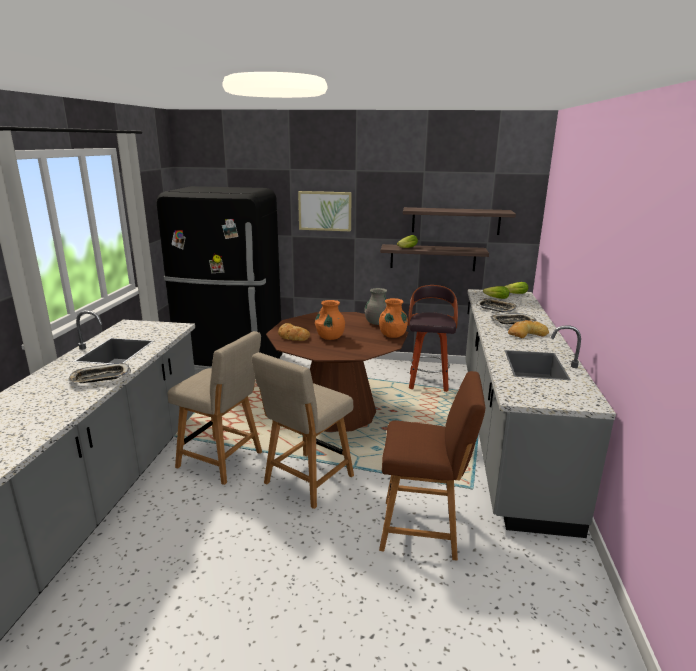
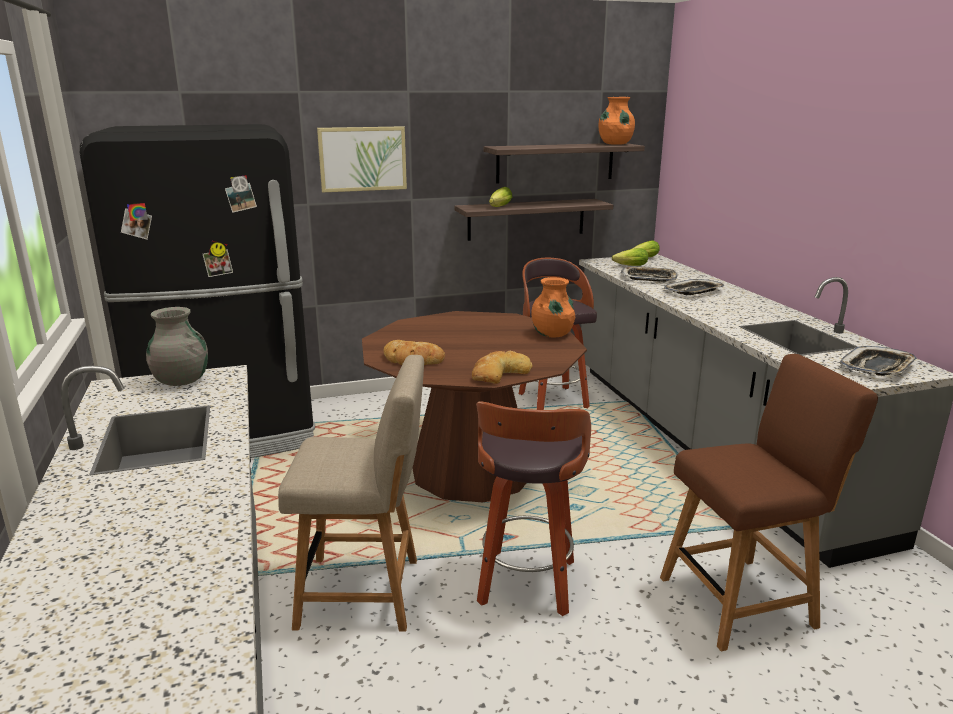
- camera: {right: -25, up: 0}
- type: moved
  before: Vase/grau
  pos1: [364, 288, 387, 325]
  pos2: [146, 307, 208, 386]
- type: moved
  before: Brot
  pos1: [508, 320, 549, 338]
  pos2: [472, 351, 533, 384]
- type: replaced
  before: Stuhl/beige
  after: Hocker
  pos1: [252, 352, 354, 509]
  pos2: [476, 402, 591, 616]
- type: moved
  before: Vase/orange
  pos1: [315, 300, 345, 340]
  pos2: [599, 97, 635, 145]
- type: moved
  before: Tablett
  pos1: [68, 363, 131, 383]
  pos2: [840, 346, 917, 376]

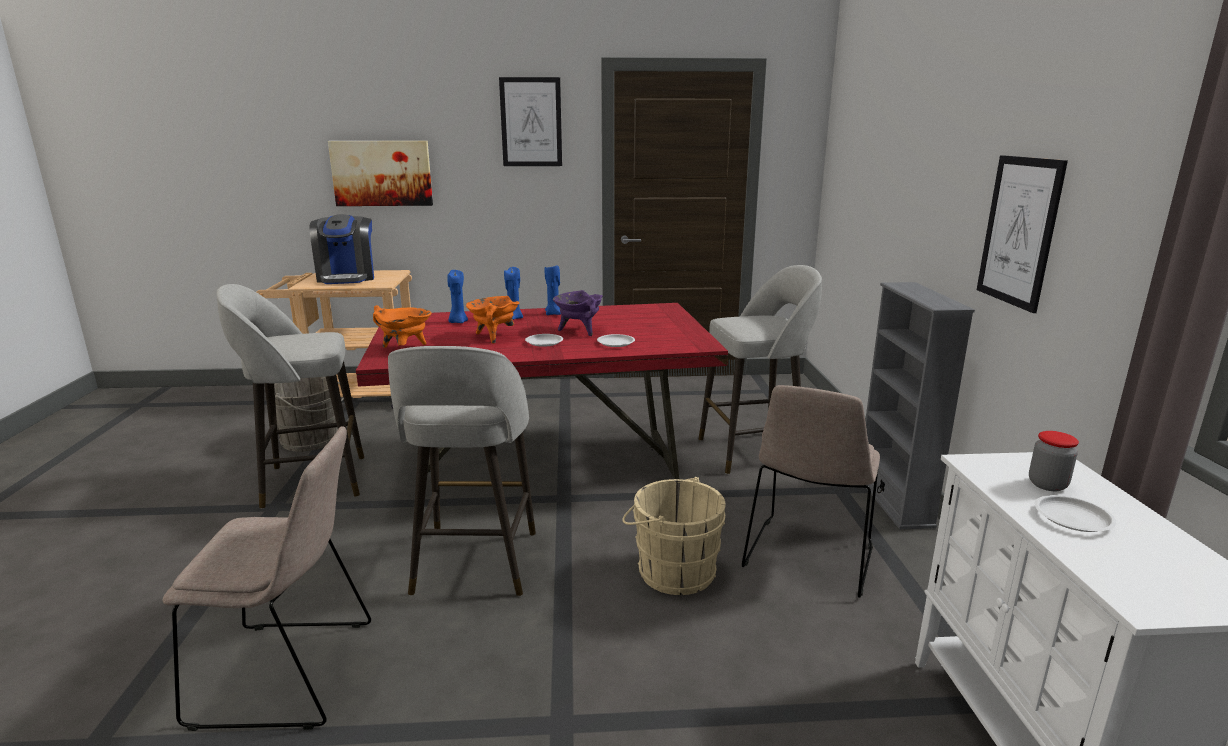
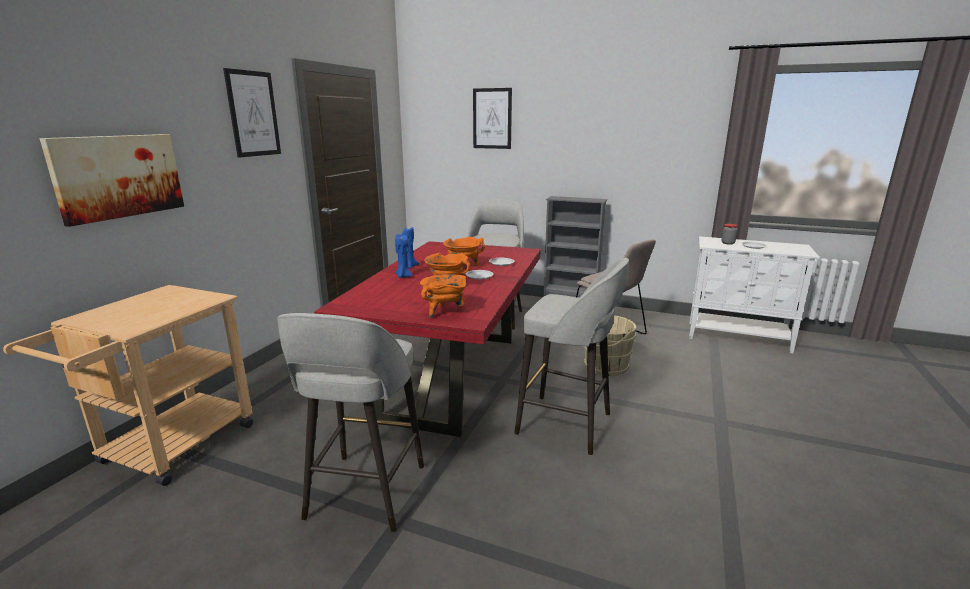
- camera: {right: -65, up: 0}
- type: recoloured
  before: Kochtopf/lila
  after: Kochtopf/orange
  pos1: [553, 290, 603, 336]
  pos2: [443, 237, 485, 266]
- type: moved
  before: Bild
  pos1: [977, 155, 1068, 313]
  pos2: [473, 88, 512, 149]
- type: removed
  before: Stuhl/beige
  pos1: [162, 426, 371, 731]
- type: removed
  before: Eimer/grau
  pos1: [274, 377, 344, 452]
- type: removed
  before: Kaffeemaschine
  pos1: [310, 214, 374, 284]
- type: removed
  before: Kerze/blau
  pos1: [447, 270, 468, 323]

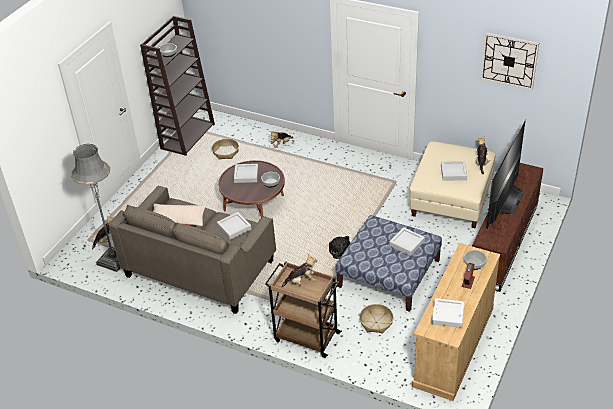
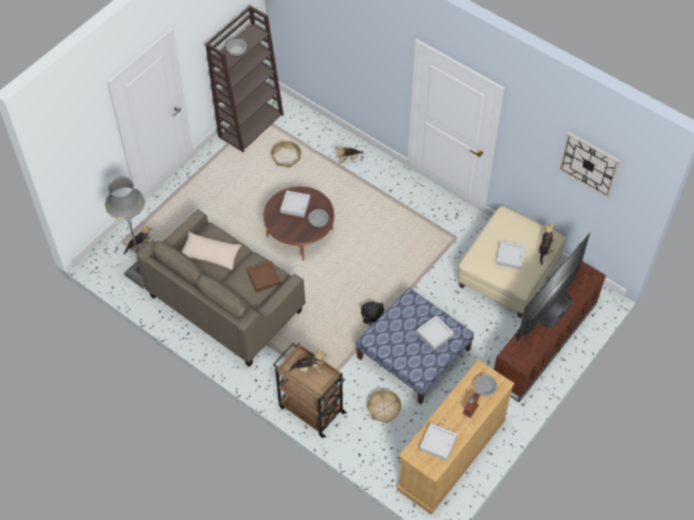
- camera: {right: 10, up: 15}
- type: recoloured
  before: Tablett/grau
  after: Tablett/braun
  pos1: [217, 212, 251, 240]
  pos2: [247, 261, 281, 292]

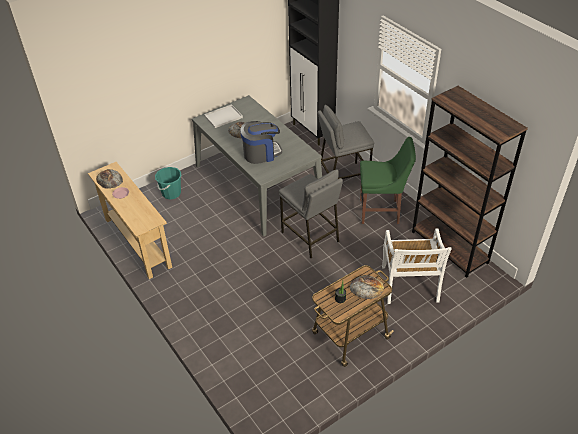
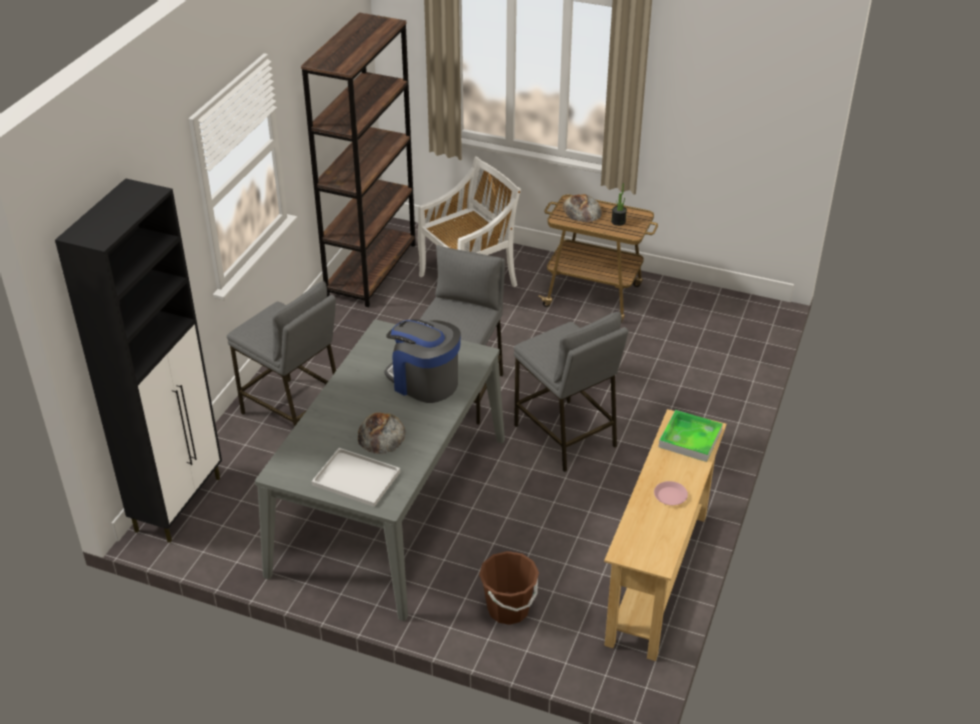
- camera: {right: -125, up: -5}
- type: recoloured
  before: Eimer/türkis
  after: Eimer/braun
  pos1: [155, 167, 182, 199]
  pos2: [479, 551, 539, 625]
- type: added
  after: Hocker/grau
  pos2: [514, 312, 628, 472]
- type: added
  after: Tablett
  pos2: [659, 410, 723, 462]
- type: removed
  before: Brot
  pos1: [96, 169, 123, 189]
- type: removed
  before: Stuhl/grün
  pos1: [360, 137, 416, 224]

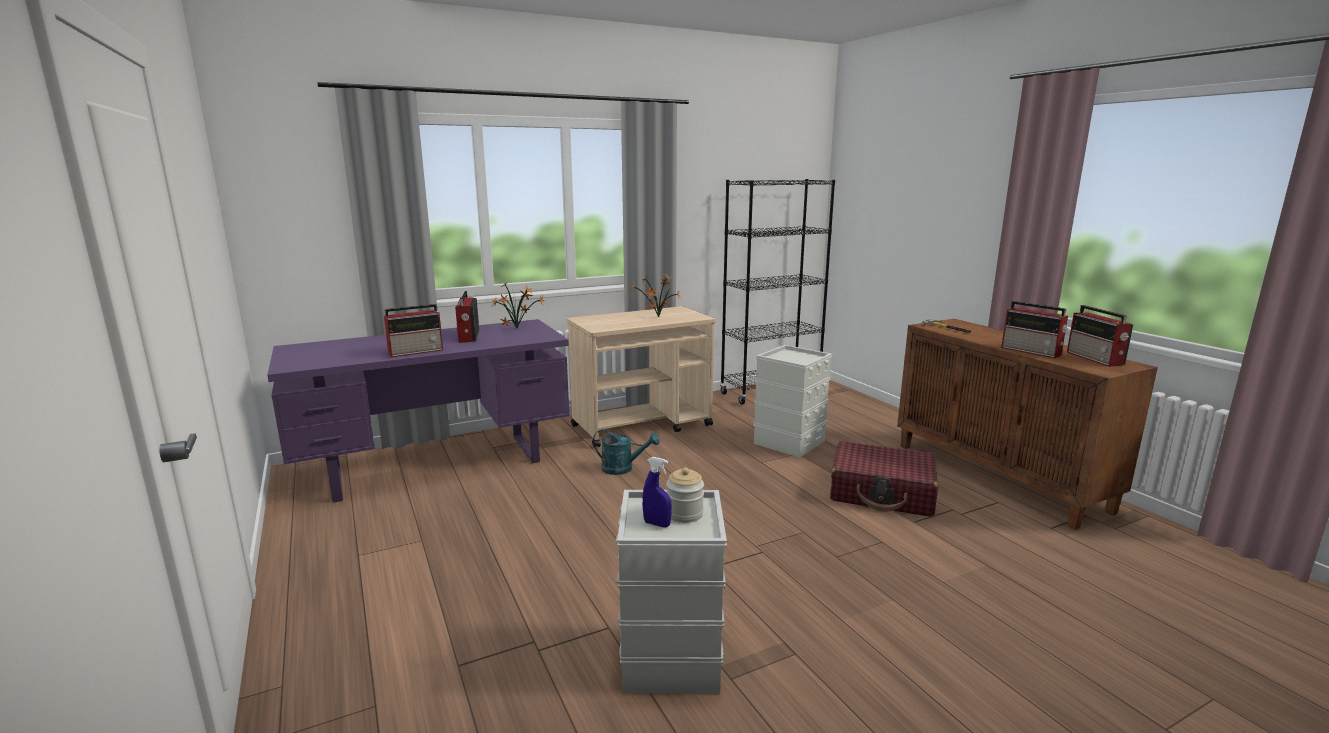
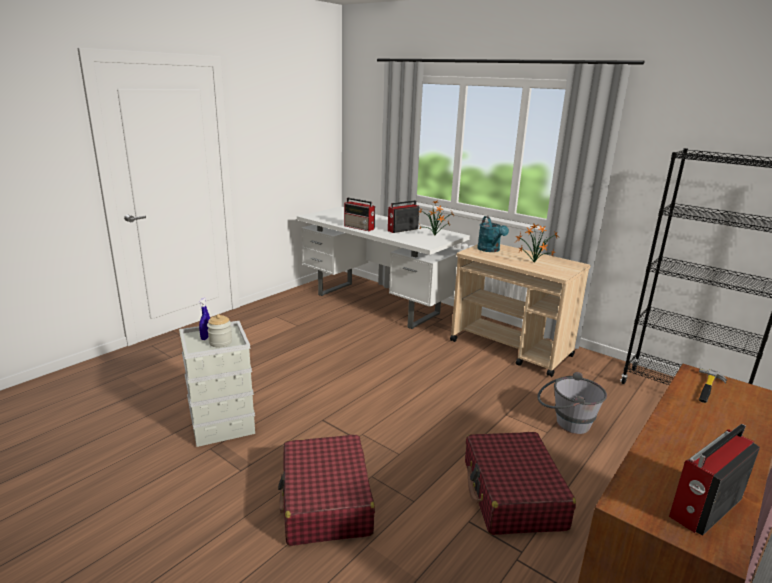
- camera: {right: 65, up: 5}
- type: added
  after: Koffer/rot
  pos2: [278, 435, 375, 546]
- type: recoloured
  before: Schreibtisch/lila
  after: Schreibtisch/weiß
  pos1: [267, 319, 570, 503]
  pos2: [297, 206, 470, 329]
- type: moved
  before: Gießkanne/türkis
  pos1: [593, 429, 660, 475]
  pos2: [477, 216, 509, 252]
- type: replaced
  before: Aufbewahrungsbox/grau
  after: Eimer/grau
  pos1: [753, 345, 833, 458]
  pos2: [537, 372, 607, 434]
- type: removed
  before: Radio
  pos1: [1001, 301, 1068, 358]

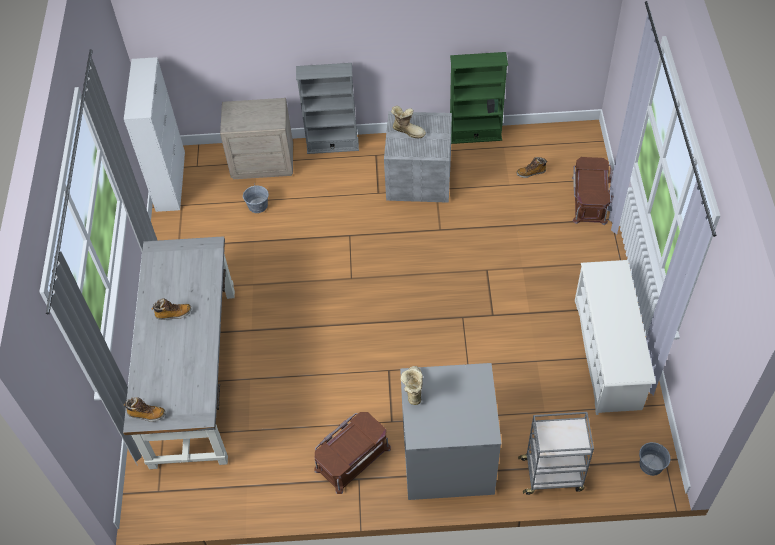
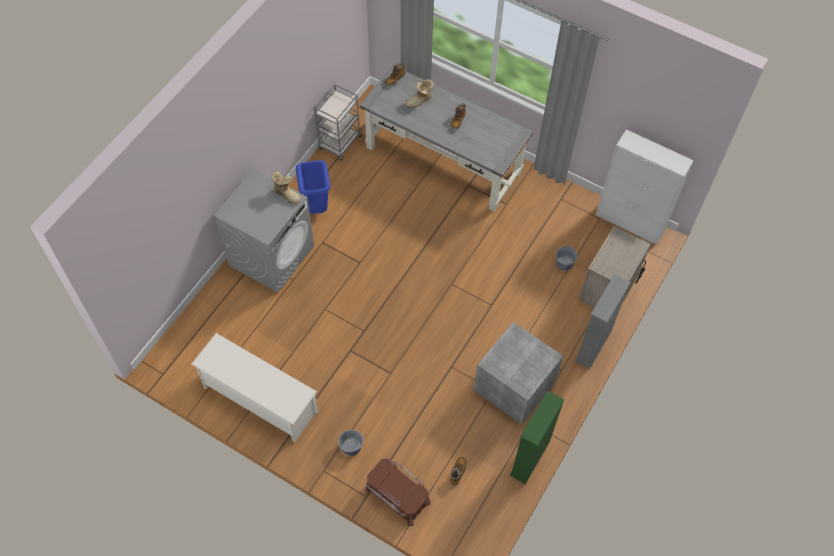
- camera: {right: 120, up: 5}
- type: replaced
  before: Aufbewahrungsbox/braun
  after: Mülleimer/blau
  pos1: [314, 412, 391, 494]
  pos2: [296, 160, 330, 214]
- type: moved
  before: Rollwagen/grau
  pos1: [518, 412, 594, 495]
  pos2: [314, 84, 363, 161]
- type: moved
  before: Eimer/grau
  pos1: [639, 442, 671, 476]
  pos2: [338, 430, 363, 456]
- type: moved
  before: Stiefel
  pos1: [391, 106, 426, 139]
  pos2: [405, 79, 434, 108]

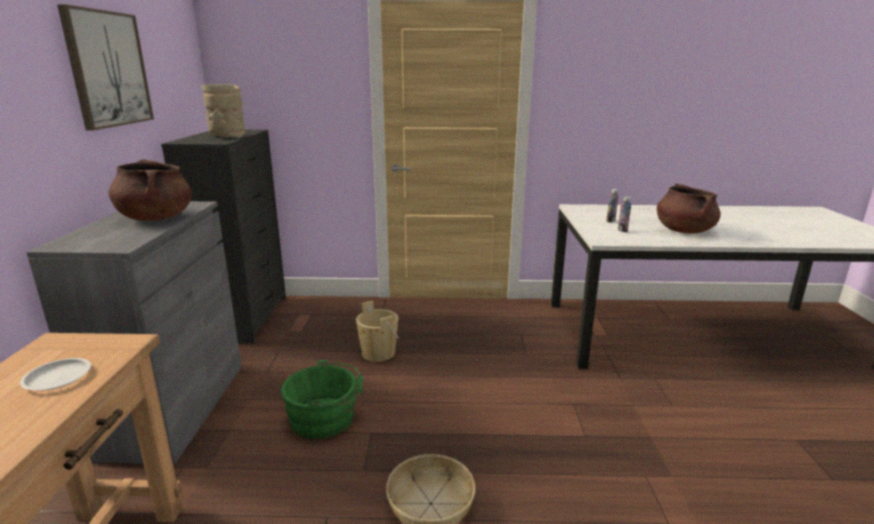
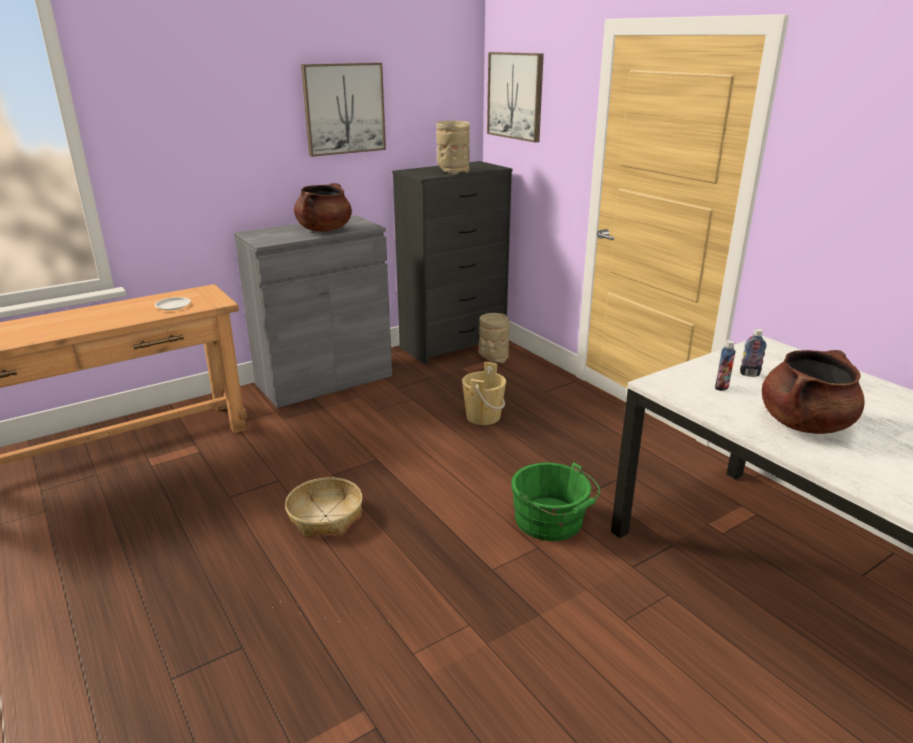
- camera: {right: 55, up: 5}
- type: added
  after: Vase/beige
  pos2: [479, 313, 510, 363]
- type: added
  after: Bild
  pos2: [487, 52, 544, 142]
- type: moved
  before: Eimer/grün
  pos1: [281, 360, 363, 439]
  pos2: [511, 462, 600, 541]

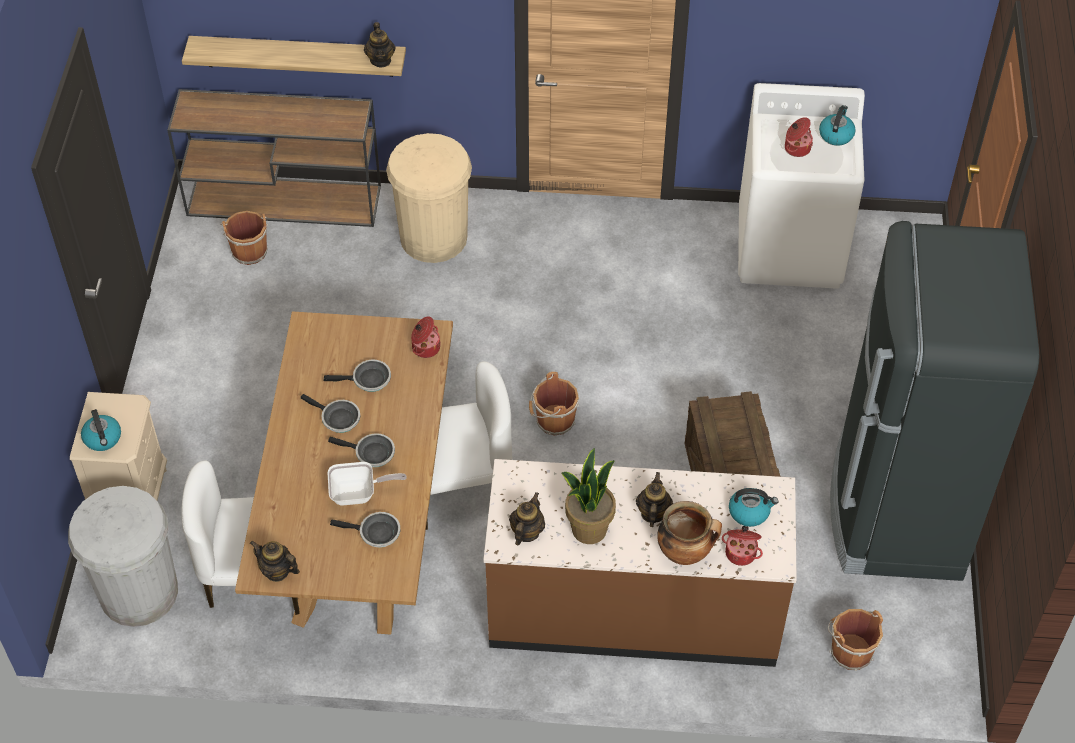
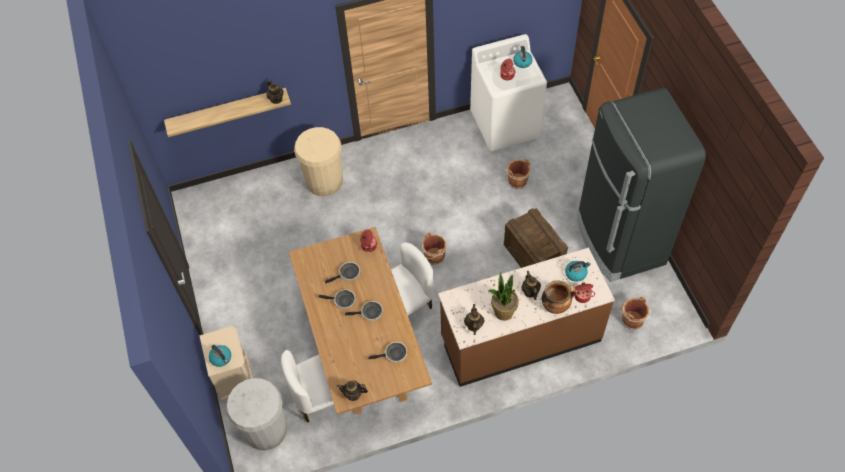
- camera: {right: -20, up: 5}
- type: moved
  before: Eimer/braun
  pos1: [220, 211, 268, 265]
  pos2: [505, 159, 531, 189]
- type: removed
  before: Konsolentisch/braun
  pos1: [167, 89, 381, 227]
- type: removed
  before: Pfanne
  pos1: [328, 462, 407, 506]

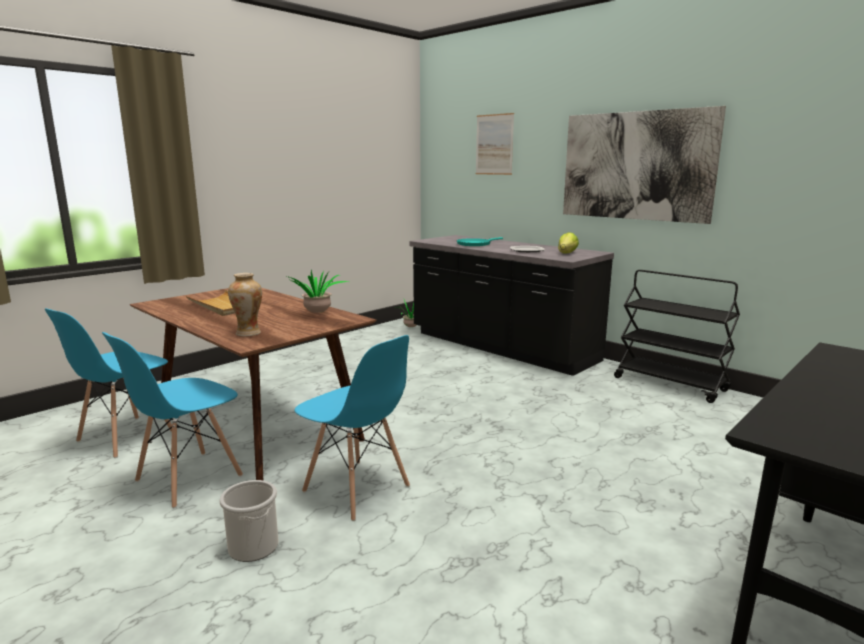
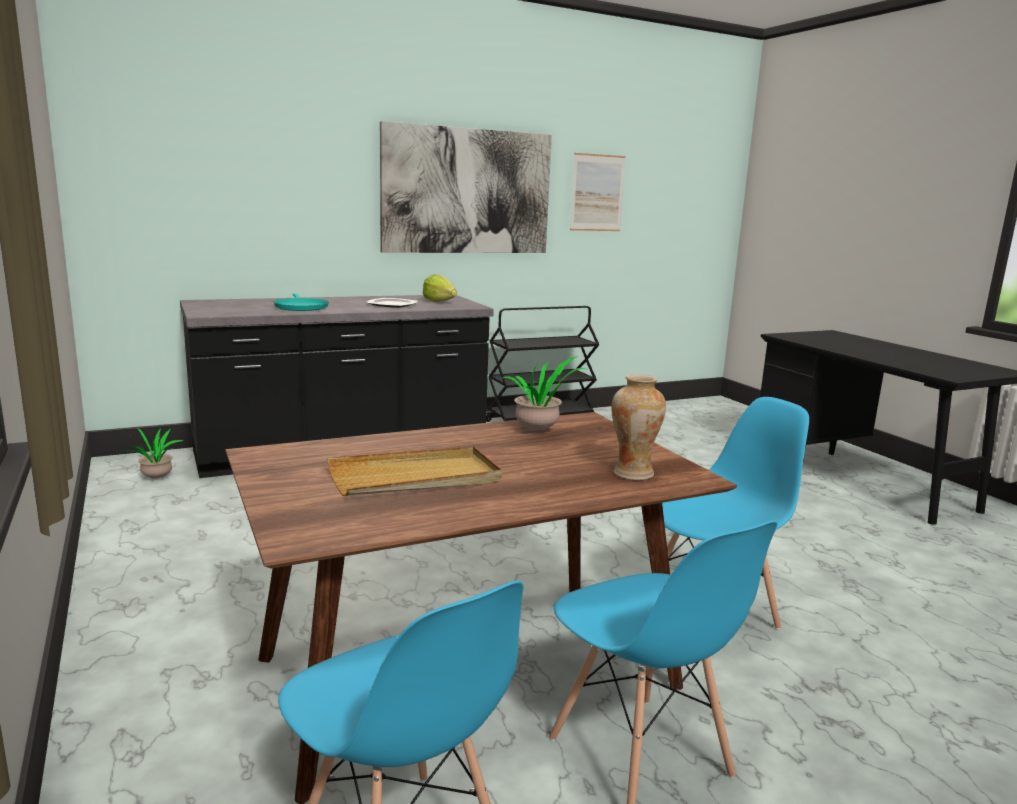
- camera: {right: -70, up: 0}
- type: moved
  before: Bild
  pos1: [476, 113, 514, 175]
  pos2: [570, 153, 626, 231]
- type: removed
  before: Eimer
  pos1: [220, 480, 279, 562]

